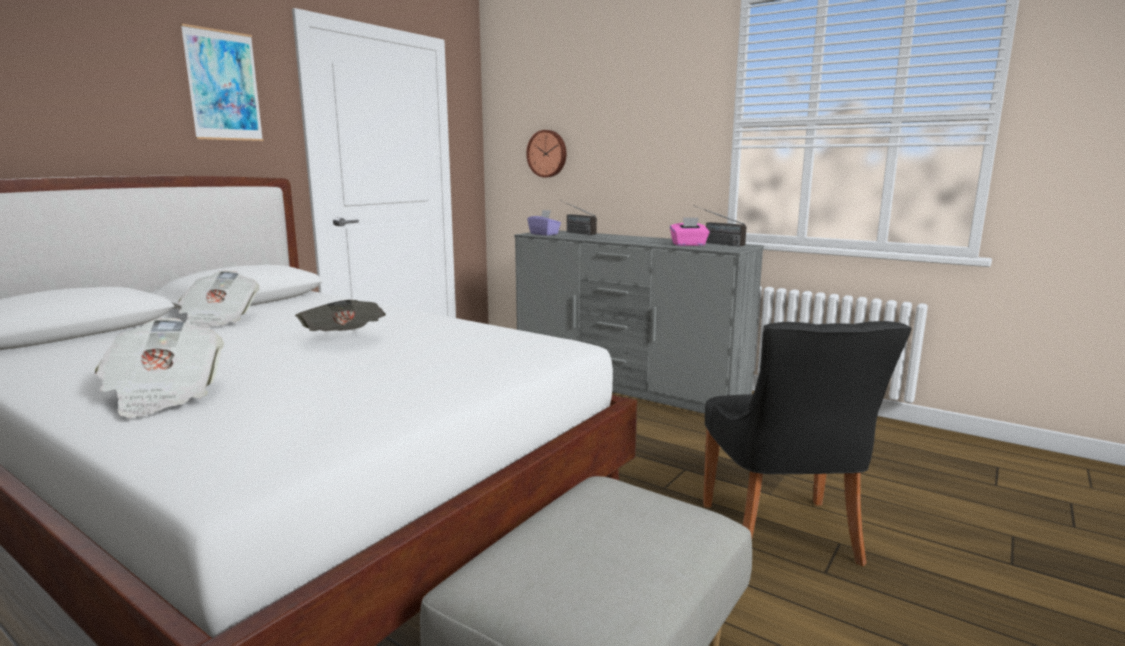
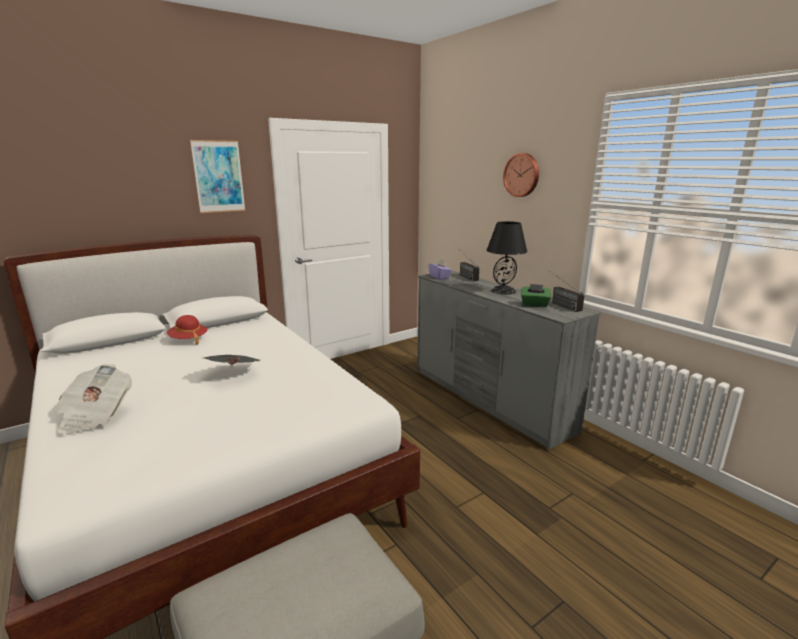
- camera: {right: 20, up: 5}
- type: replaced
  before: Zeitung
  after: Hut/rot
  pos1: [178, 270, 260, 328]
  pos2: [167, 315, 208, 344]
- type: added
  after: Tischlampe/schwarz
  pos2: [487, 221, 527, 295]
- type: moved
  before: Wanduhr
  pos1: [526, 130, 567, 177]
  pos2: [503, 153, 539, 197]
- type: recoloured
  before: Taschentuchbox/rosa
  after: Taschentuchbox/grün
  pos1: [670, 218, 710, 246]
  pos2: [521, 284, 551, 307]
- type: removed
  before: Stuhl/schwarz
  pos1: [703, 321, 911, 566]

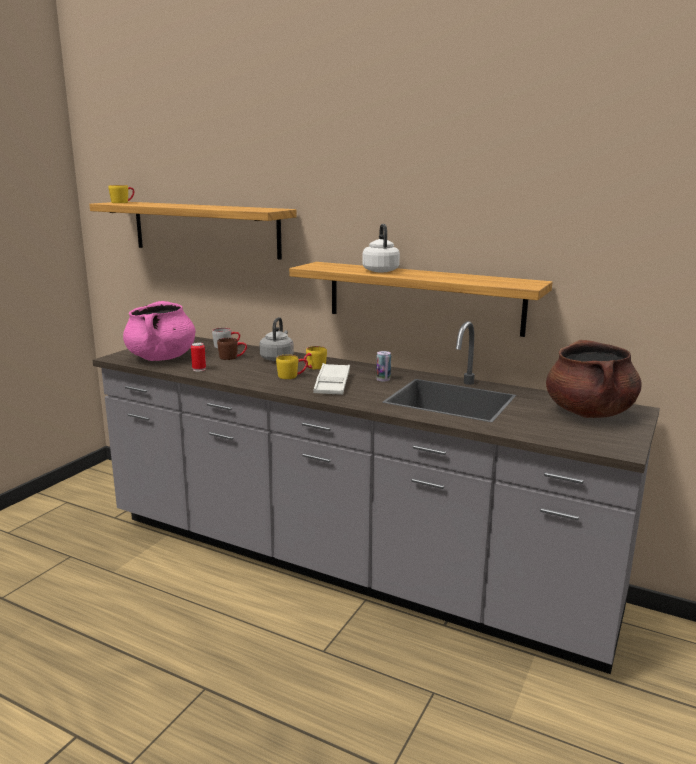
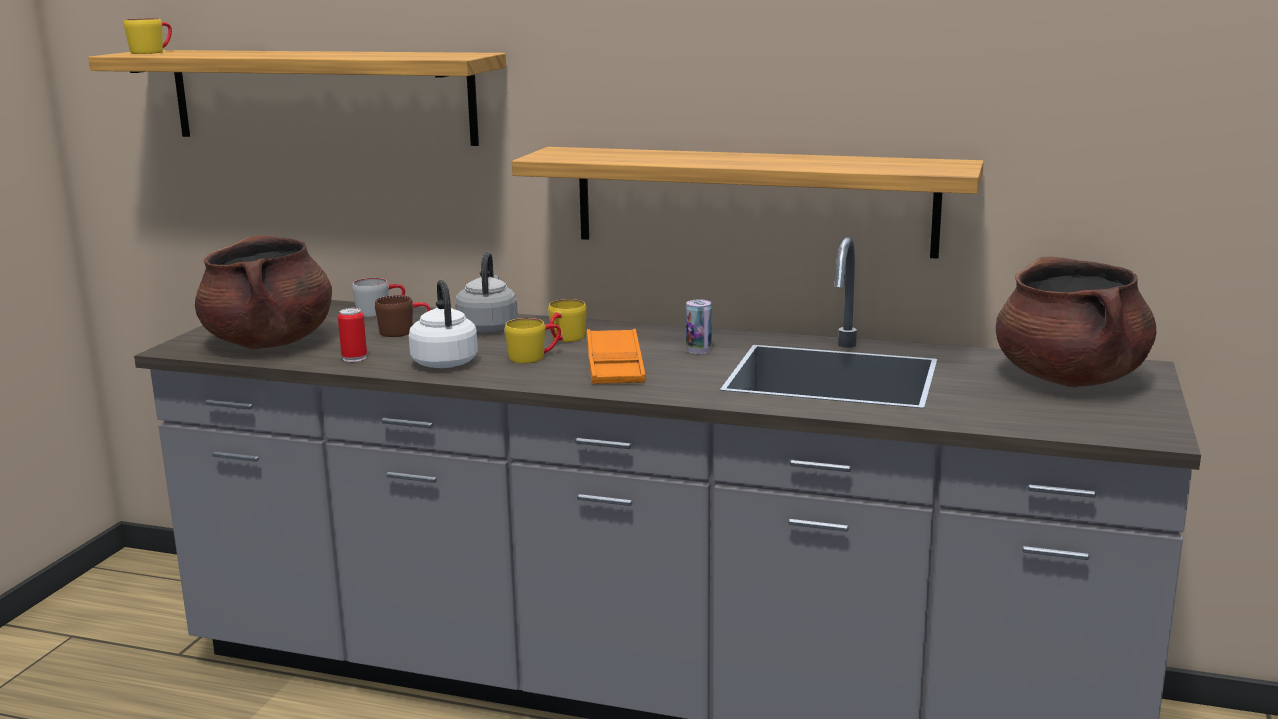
- camera: {right: -10, up: 0}
- type: recoloured
  before: Kochtopf/rosa
  after: Kochtopf/braun
  pos1: [123, 301, 195, 361]
  pos2: [195, 235, 332, 349]
- type: moved
  before: Wasserkessel/weiß
  pos1: [362, 224, 400, 272]
  pos2: [409, 280, 478, 368]
- type: recoloured
  before: Tablett/weiß
  after: Tablett/orange
  pos1: [313, 363, 350, 395]
  pos2: [587, 329, 646, 384]

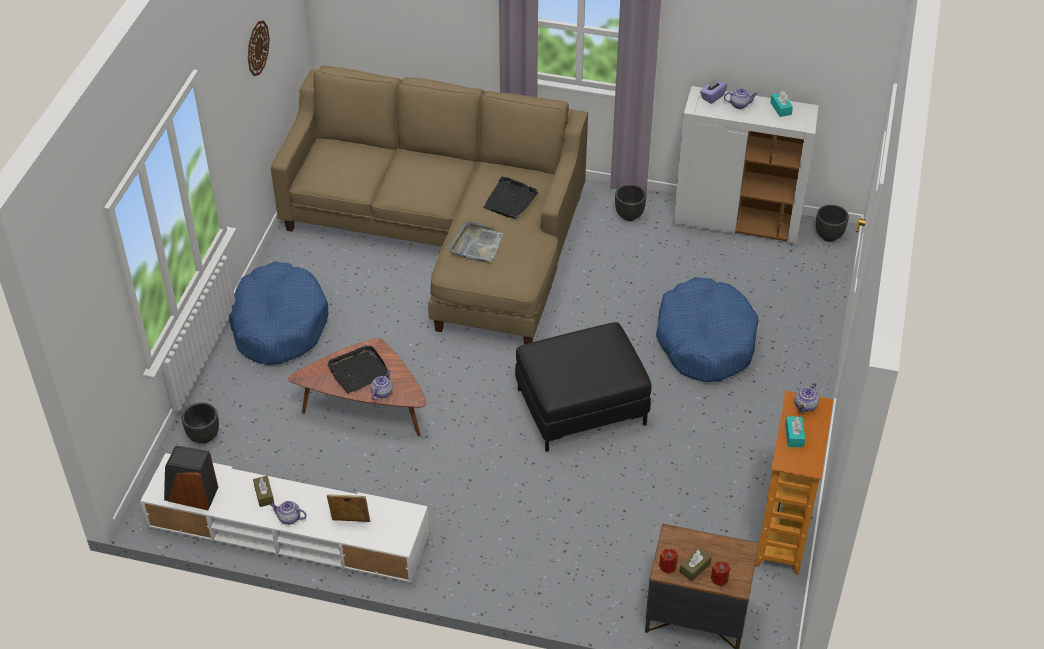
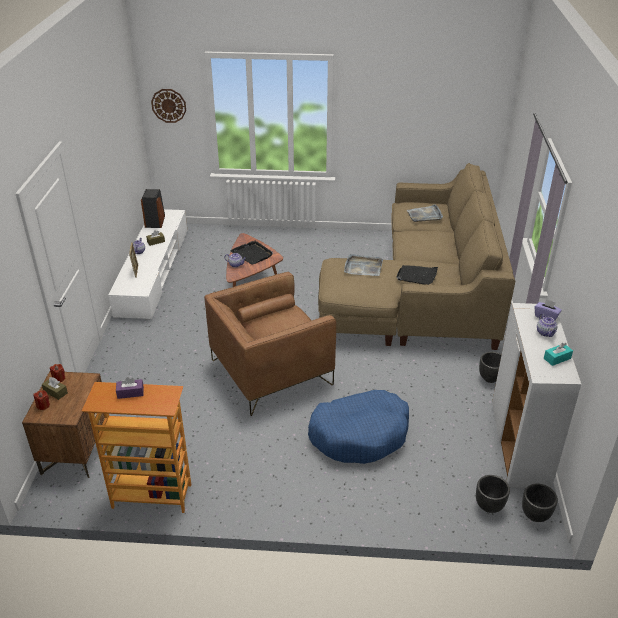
- camera: {right: 80, up: -10}
- type: recoloured
  before: Taschentuchbox/türkis
  after: Taschentuchbox/lila
  pos1: [785, 416, 805, 447]
  pos2: [116, 377, 144, 399]
- type: moved
  before: Wanduhr
  pos1: [248, 20, 270, 76]
  pos2: [151, 89, 186, 123]
- type: replaced
  before: Polsterhocker/schwarz
  after: Sessel/braun
  pos1: [515, 322, 652, 452]
  pos2: [204, 272, 336, 416]
- type: added
  after: Tablett/grau
  pos2: [407, 204, 443, 222]
- type: moved
  before: Pflanzkübel/schwarz
  pos1: [181, 402, 219, 444]
  pos2: [476, 475, 510, 513]
- type: removed
  before: Hundebett/blau
  pos1: [229, 261, 328, 365]
- type: removed
  before: Teekanne
  pos1: [795, 383, 819, 413]

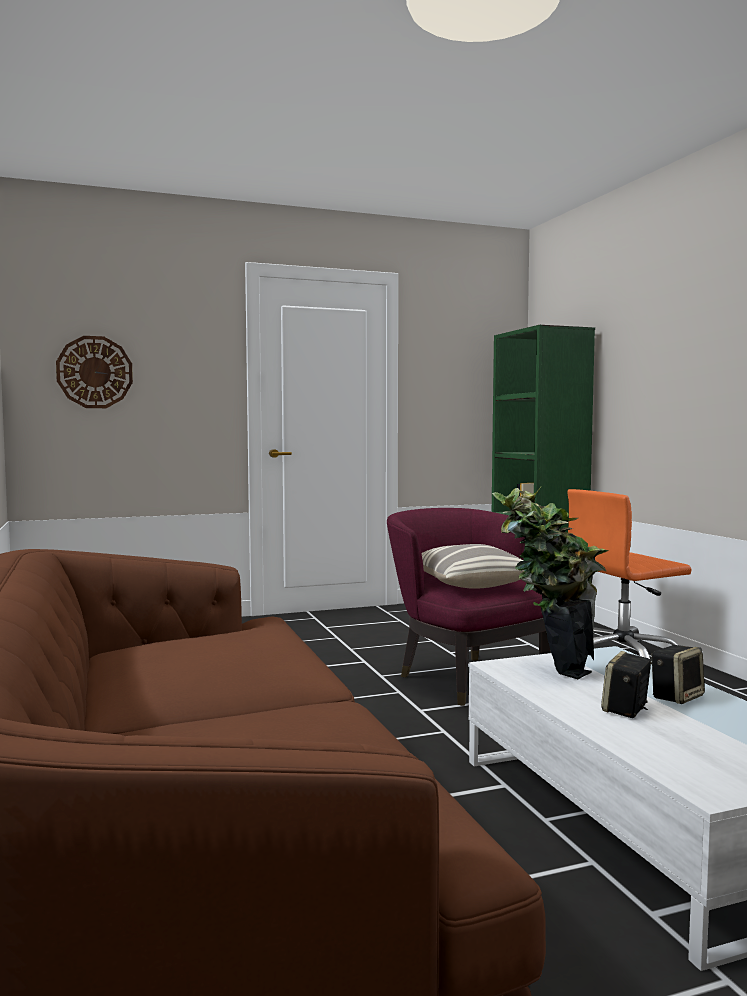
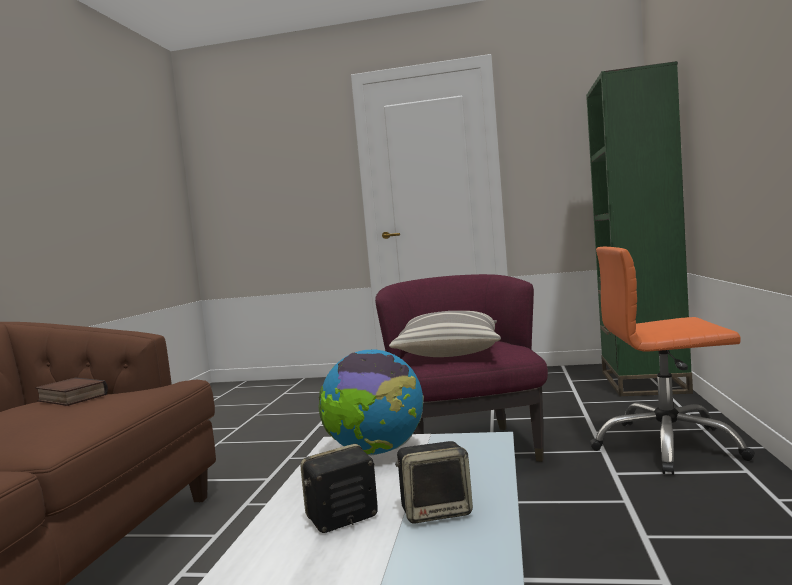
- camera: {right: 30, up: 0}
- type: added
  after: Buch
  pos2: [36, 377, 108, 406]
- type: replaced
  before: Topfpflanze
  after: Globus
  pos1: [492, 487, 608, 679]
  pos2: [319, 350, 424, 456]
- type: removed
  before: Wanduhr
  pos1: [56, 336, 133, 408]

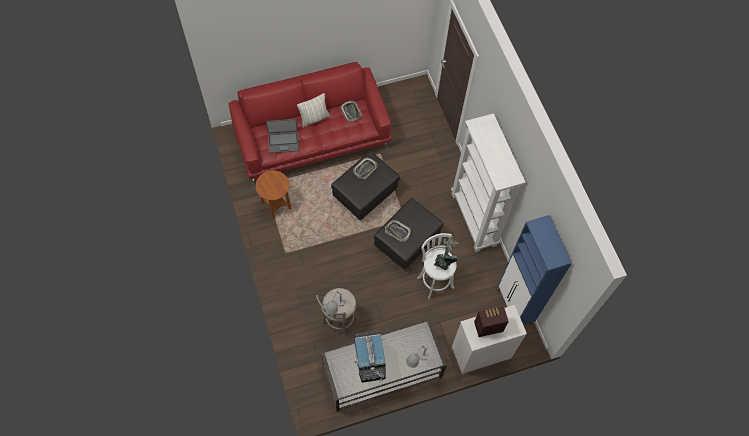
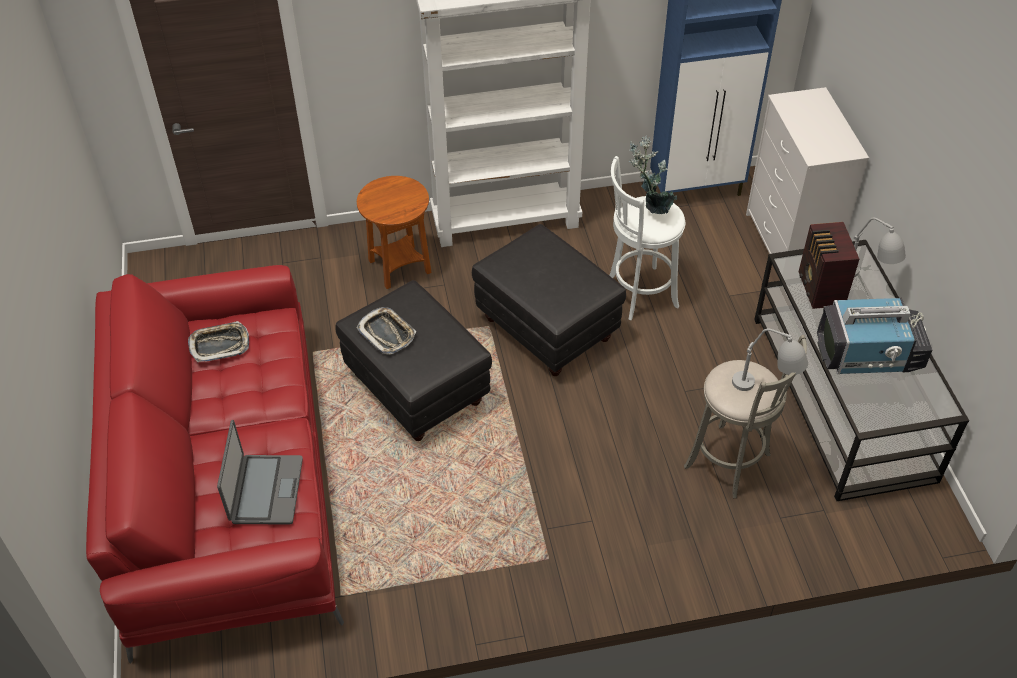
- camera: {right: -80, up: -15}
- type: moved
  before: Beistelltisch/braun
  pos1: [255, 170, 292, 219]
  pos2: [357, 176, 432, 289]
- type: moved
  before: Radio
  pos1: [474, 306, 509, 337]
  pos2: [798, 222, 859, 309]
- type: removed
  before: Kissen
  pos1: [297, 93, 330, 128]
- type: removed
  before: Tablett
  pos1: [385, 220, 411, 242]

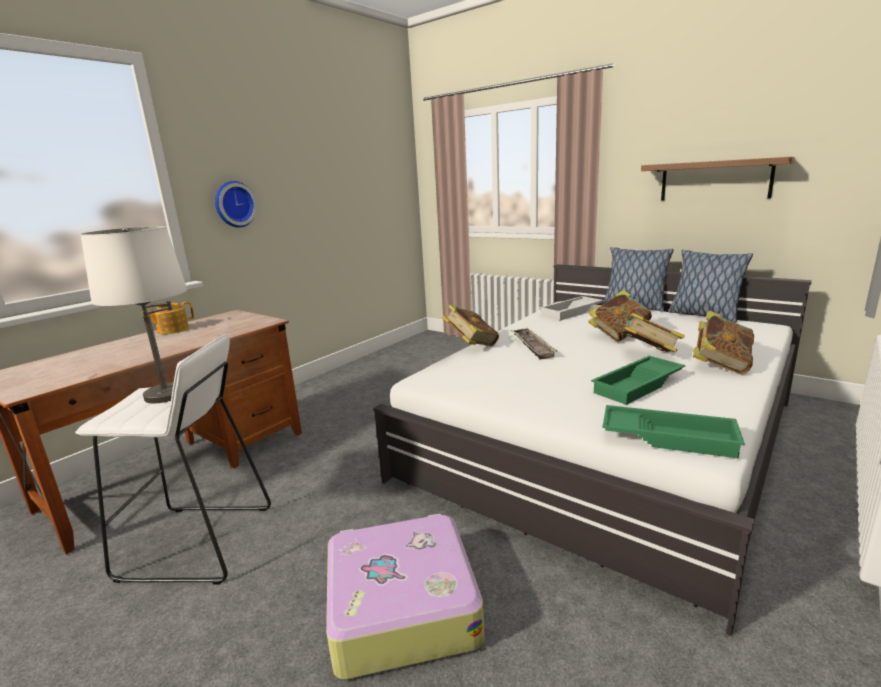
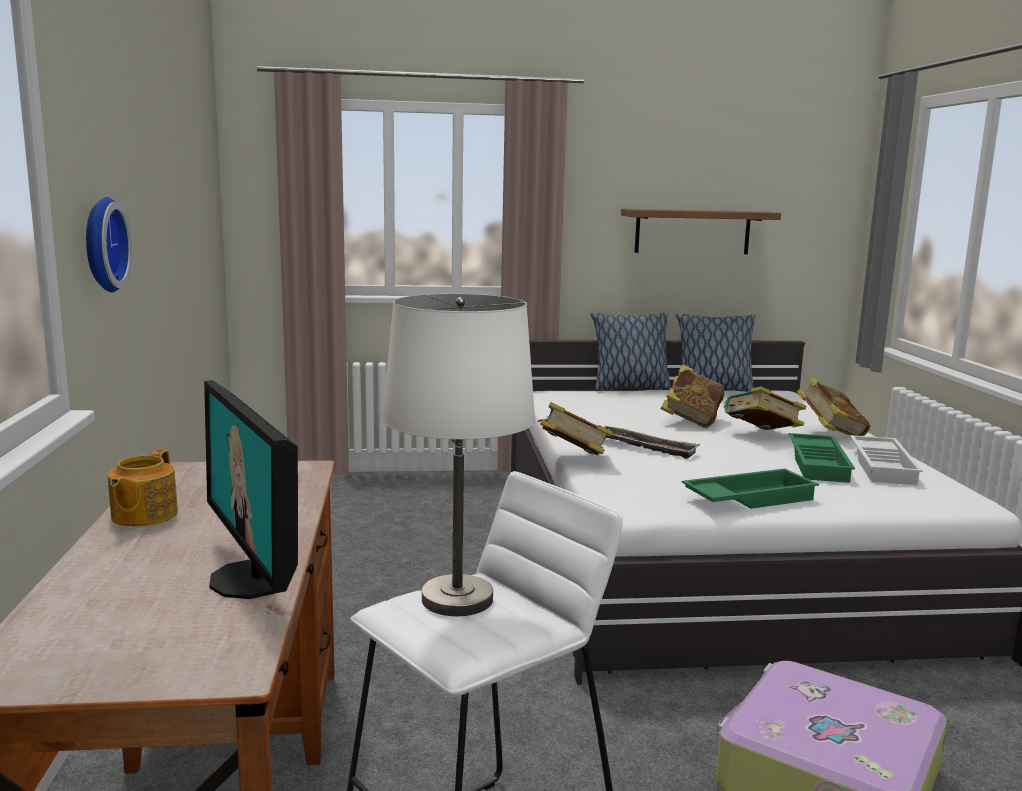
- camera: {right: -45, up: -5}
- type: added
  after: Monitor
  pos2: [204, 380, 298, 599]
- type: moved
  before: Tablett/grün
  pos1: [602, 405, 745, 459]
  pos2: [682, 468, 819, 509]
- type: moved
  before: Tablett/weiß
  pos1: [540, 296, 603, 321]
  pos2: [850, 435, 923, 485]

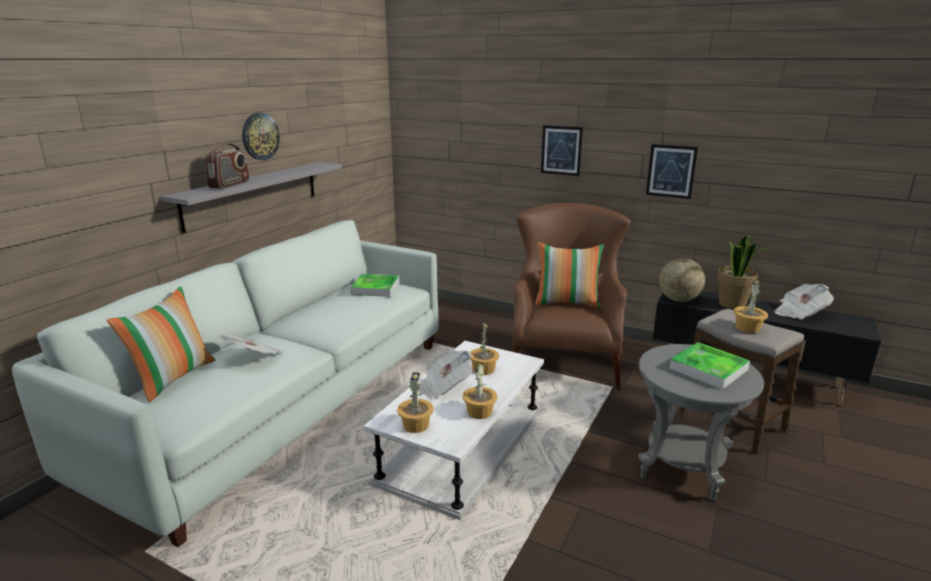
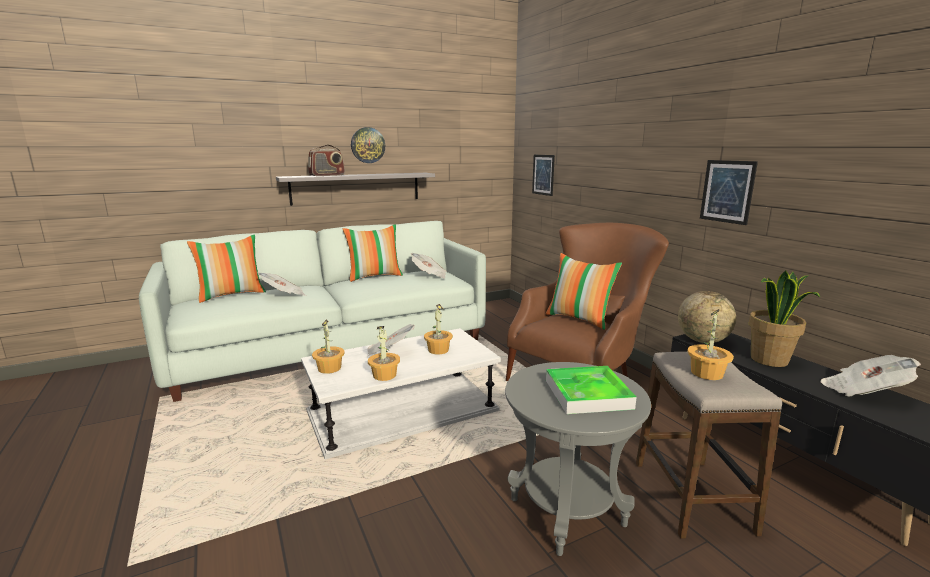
- camera: {right: 35, up: -5}
- type: added
  after: Kissen
  pos2: [343, 224, 403, 282]
- type: replaced
  before: Tablett
  after: Zeitung
  pos1: [350, 274, 399, 297]
  pos2: [411, 253, 446, 278]
- type: moved
  before: Bild
  pos1: [541, 125, 583, 176]
  pos2: [532, 155, 555, 196]

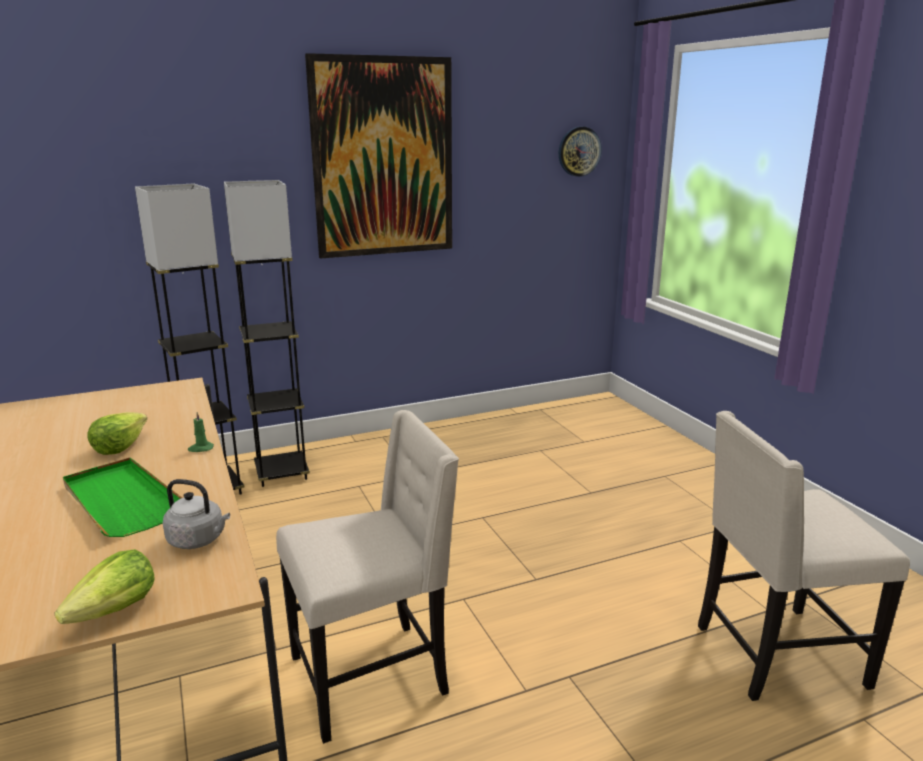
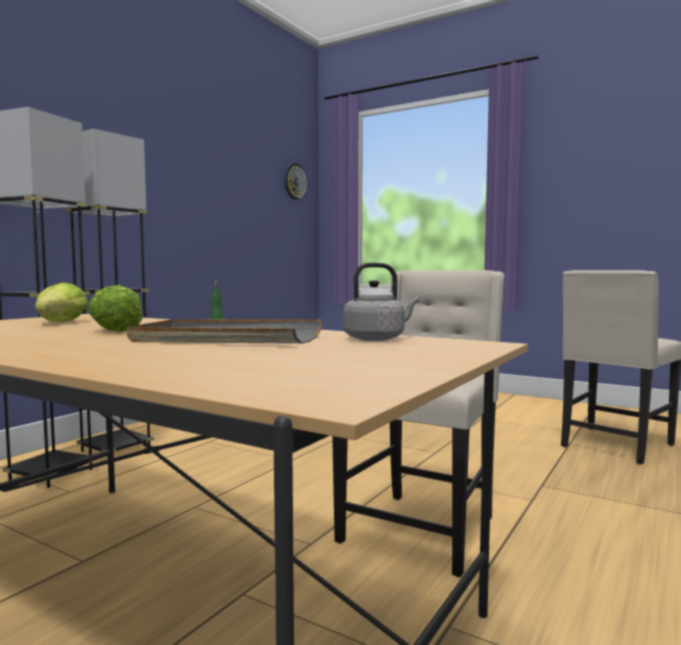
- camera: {right: -35, up: -15}
- type: moved
  before: Salatkopf
  pos1: [55, 549, 155, 624]
  pos2: [35, 283, 88, 322]
- type: recoloured
  before: Tablett/grün
  after: Tablett/grau
  pos1: [63, 457, 182, 537]
  pos2: [127, 319, 323, 344]
- type: removed
  before: Bild
  pos1: [305, 53, 452, 259]

